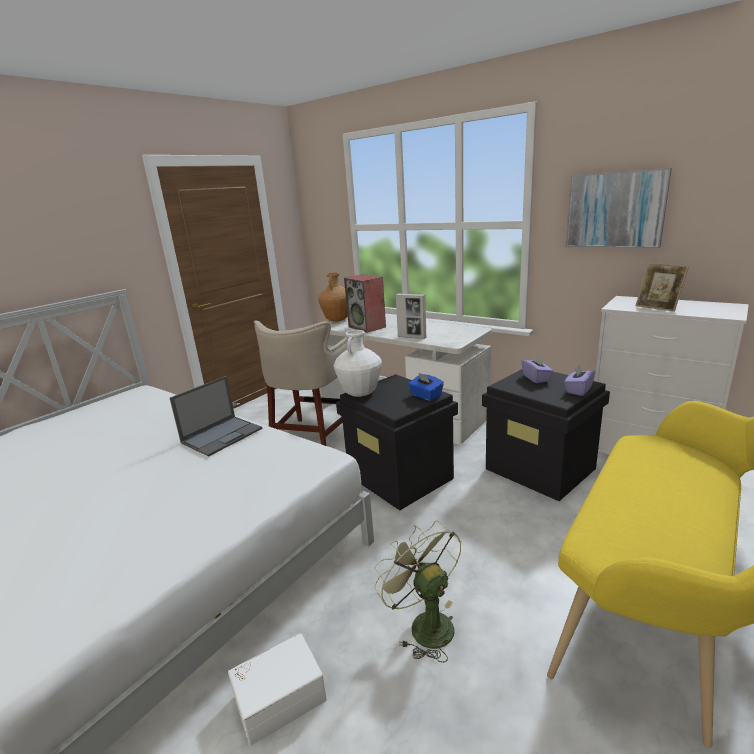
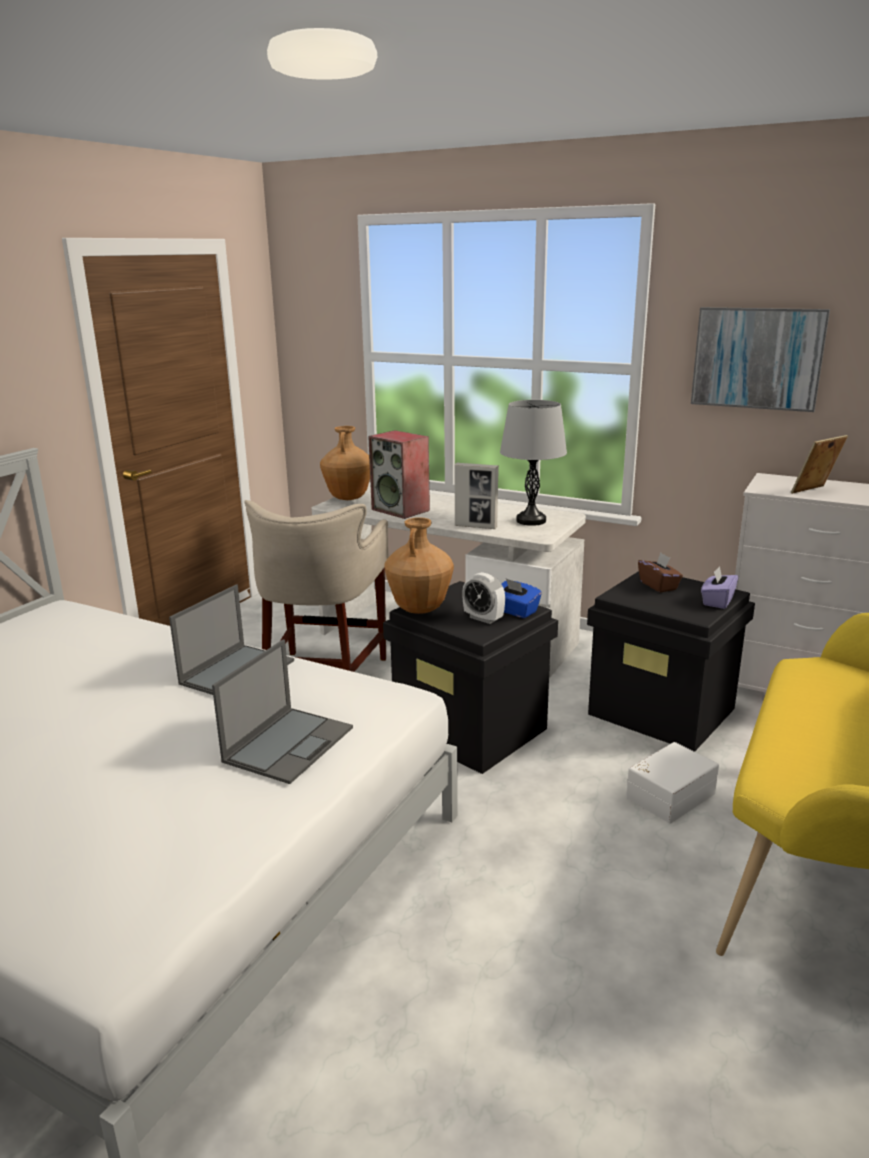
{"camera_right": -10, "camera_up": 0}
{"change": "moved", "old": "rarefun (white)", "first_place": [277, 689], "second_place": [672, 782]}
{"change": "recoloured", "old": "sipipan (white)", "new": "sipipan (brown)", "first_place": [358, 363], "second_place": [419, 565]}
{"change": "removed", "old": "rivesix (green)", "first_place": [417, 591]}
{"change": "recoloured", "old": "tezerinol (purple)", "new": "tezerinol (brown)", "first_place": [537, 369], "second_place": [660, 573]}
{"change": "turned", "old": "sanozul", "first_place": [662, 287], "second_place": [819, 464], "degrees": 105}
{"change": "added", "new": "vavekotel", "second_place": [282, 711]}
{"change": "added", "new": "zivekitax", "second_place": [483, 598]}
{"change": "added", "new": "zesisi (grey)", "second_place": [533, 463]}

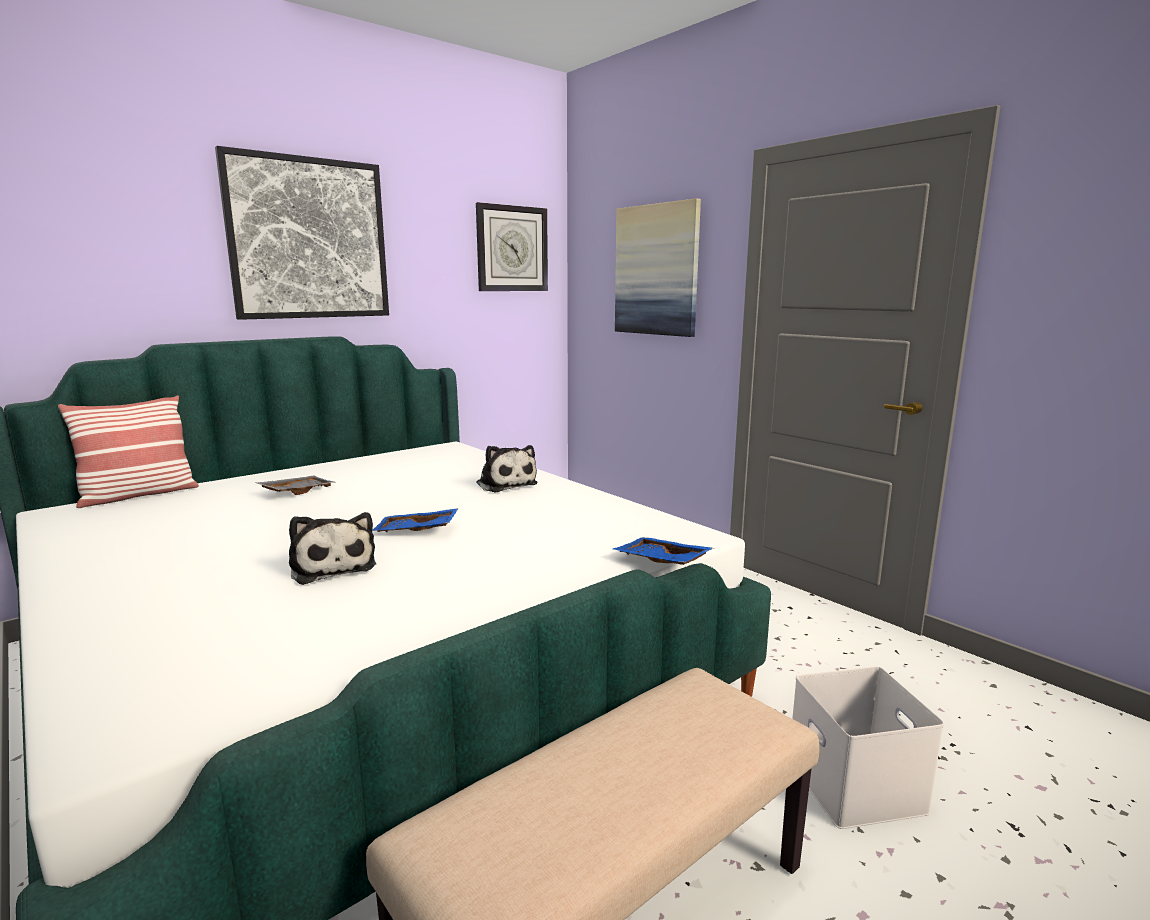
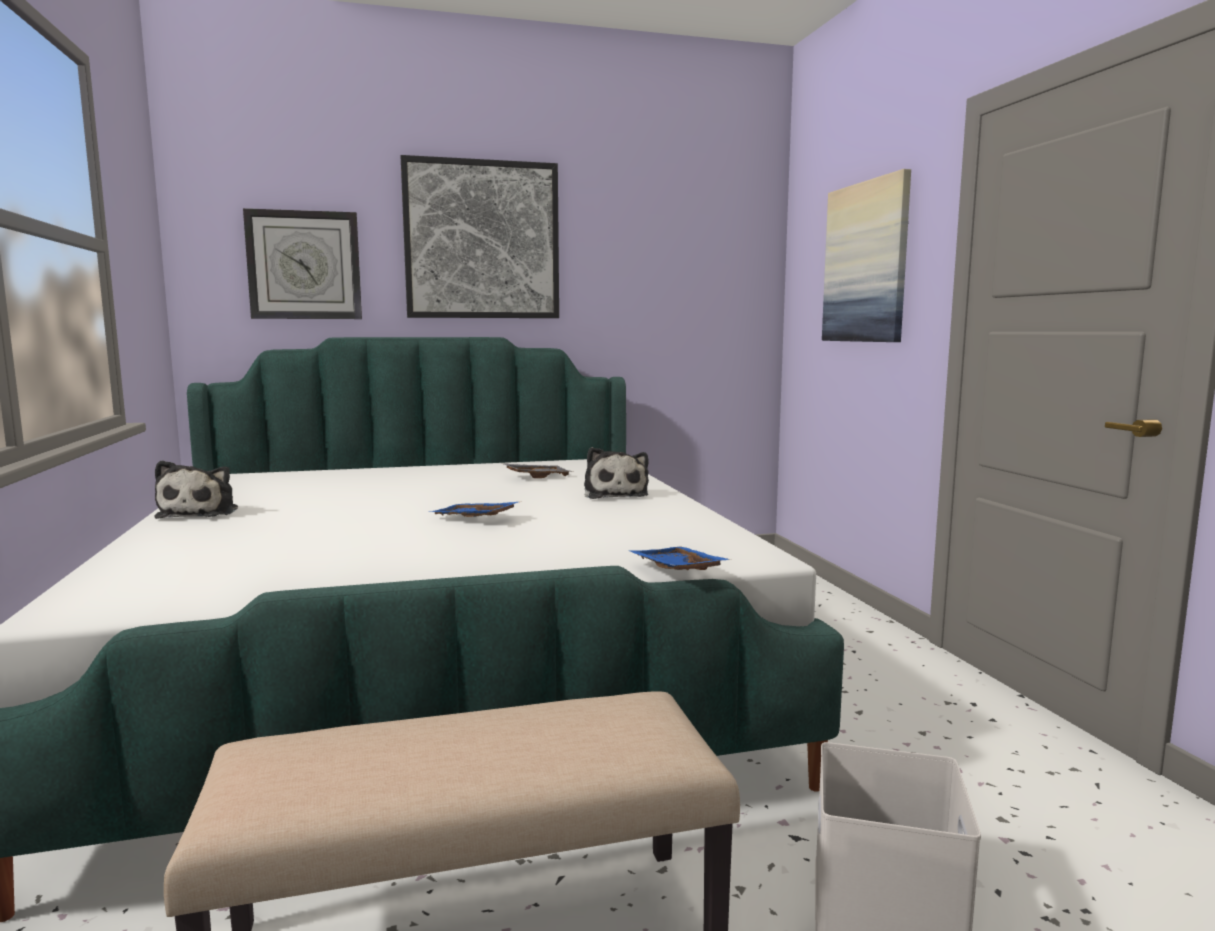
{"camera_right": 25, "camera_up": -5}
{"change": "removed", "old": "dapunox", "first_place": [128, 451]}
{"change": "moved", "old": "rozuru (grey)", "first_place": [296, 485], "second_place": [537, 470]}
{"change": "moved", "old": "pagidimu", "first_place": [332, 548], "second_place": [196, 489]}
{"change": "moved", "old": "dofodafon", "first_place": [512, 246], "second_place": [302, 263]}

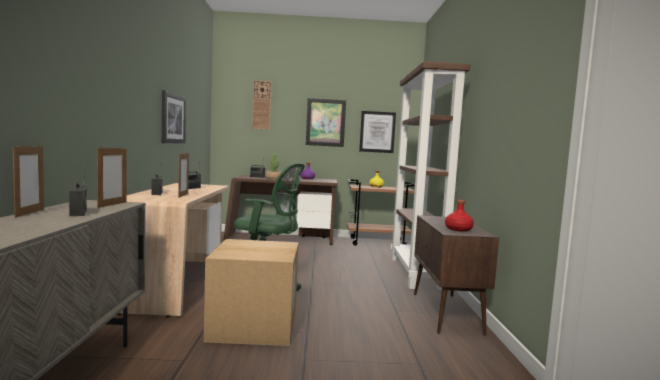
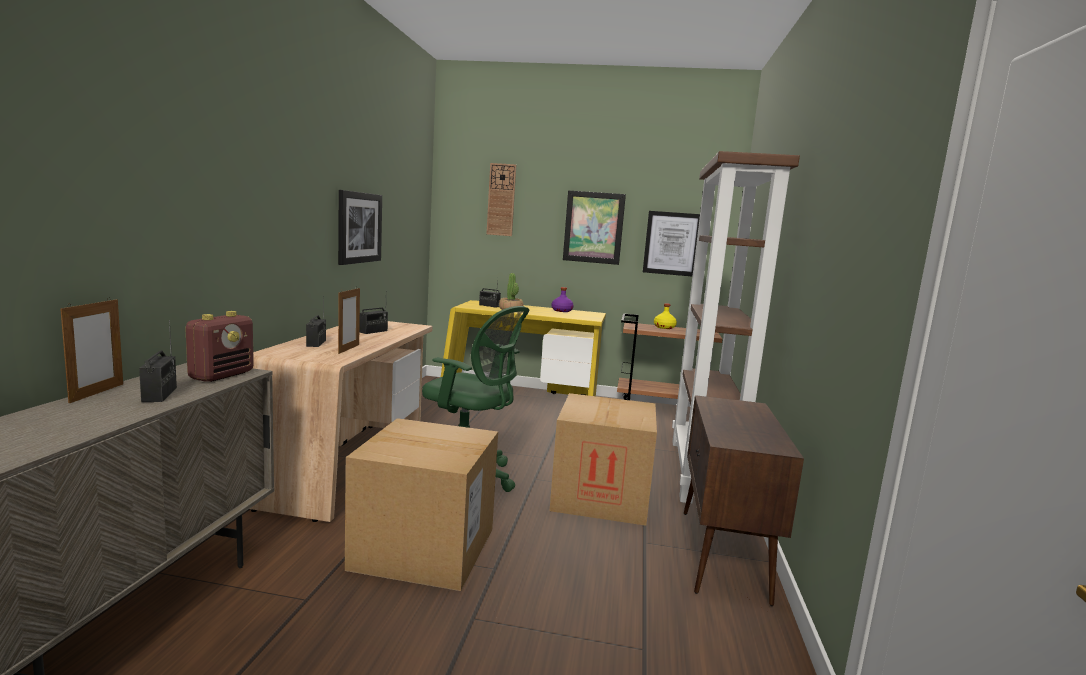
{"camera_right": 10, "camera_up": 5}
{"change": "replaced", "old": "sanozul", "new": "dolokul", "first_place": [112, 178], "second_place": [219, 346]}
{"change": "recoloured", "old": "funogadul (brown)", "new": "funogadul (yellow)", "first_place": [280, 210], "second_place": [523, 348]}
{"change": "removed", "old": "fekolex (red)", "first_place": [459, 216]}
{"change": "added", "new": "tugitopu", "second_place": [603, 459]}

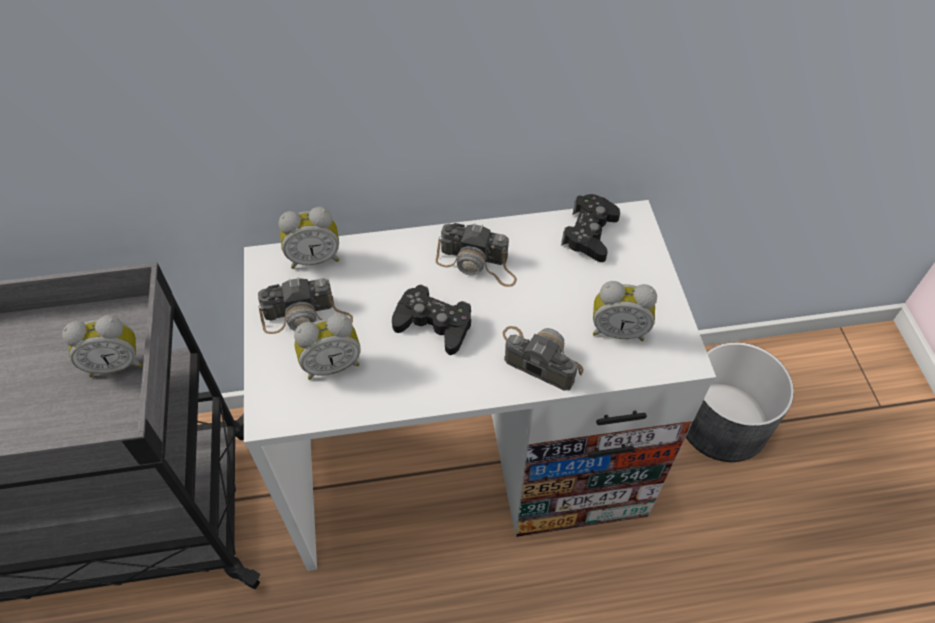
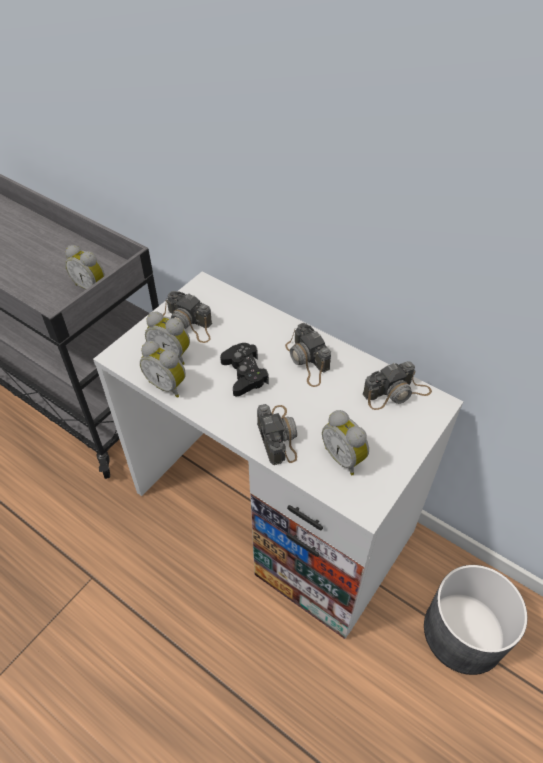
{"camera_right": 45, "camera_up": -5}
{"change": "moved", "old": "zivekitax", "first_place": [309, 238], "second_place": [163, 369]}
{"change": "replaced", "old": "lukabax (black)", "new": "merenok", "first_place": [590, 228], "second_place": [397, 385]}

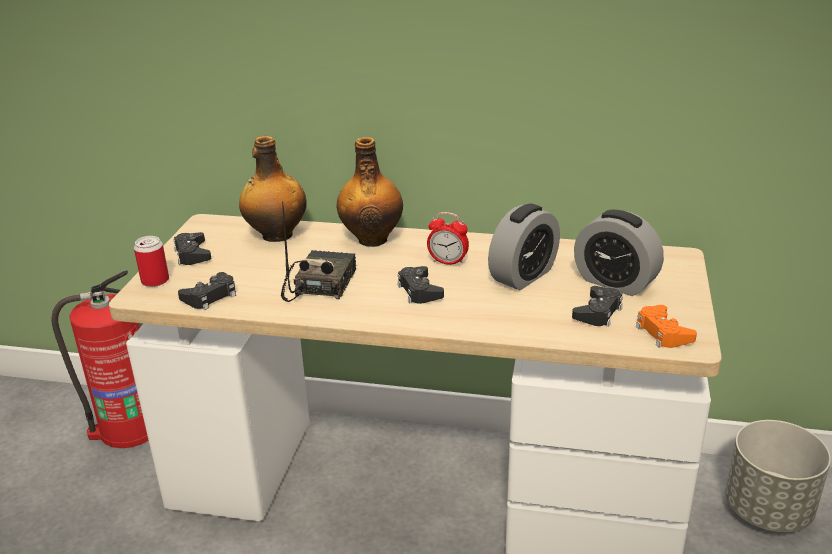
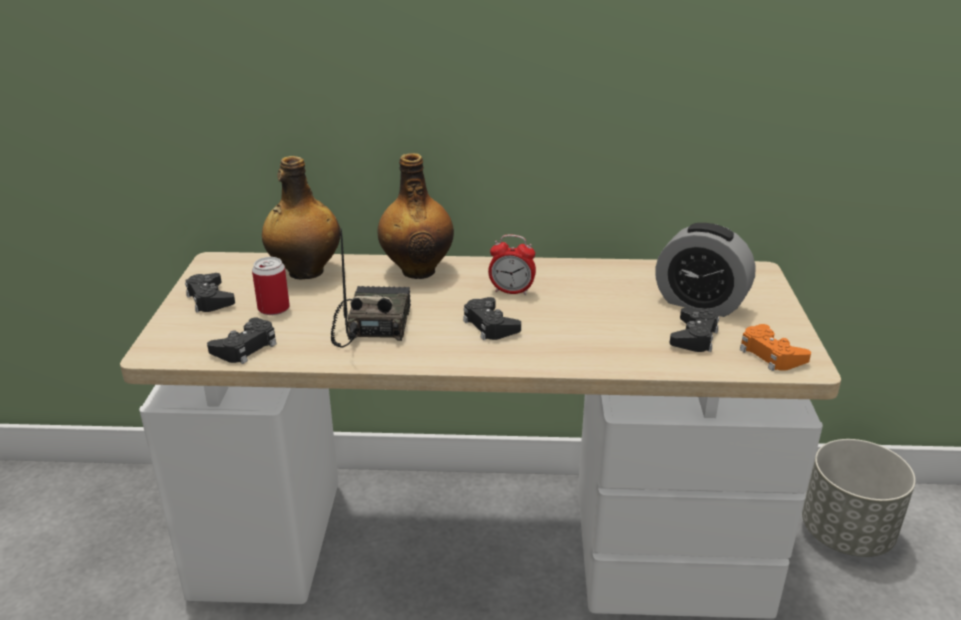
{"camera_right": -10, "camera_up": 0}
{"change": "removed", "old": "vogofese", "first_place": [100, 359]}
{"change": "moved", "old": "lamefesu", "first_place": [151, 261], "second_place": [271, 286]}
{"change": "removed", "old": "zivekitax", "first_place": [524, 247]}

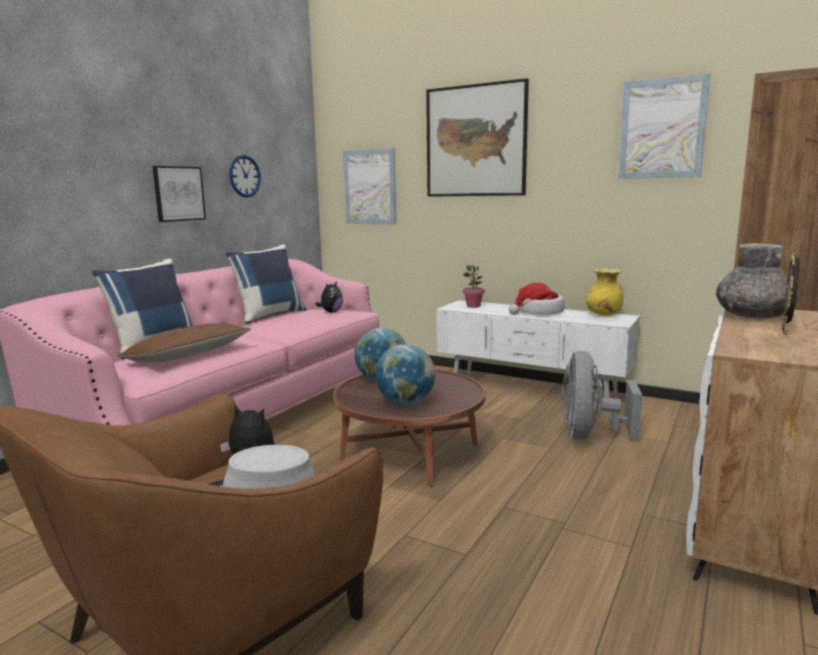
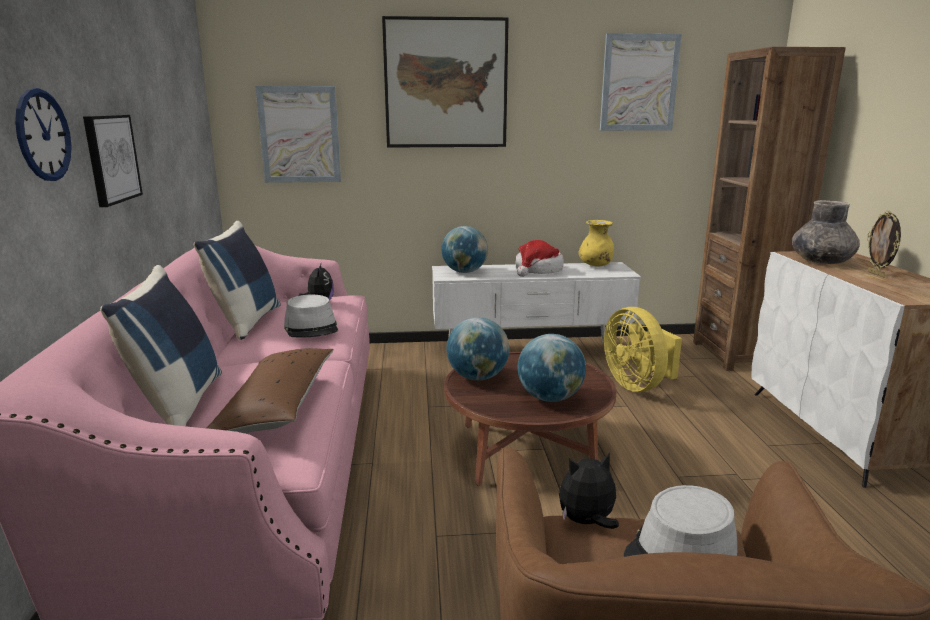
{"camera_right": -35, "camera_up": 5}
{"change": "moved", "old": "dofodafon", "first_place": [245, 176], "second_place": [43, 134]}
{"change": "replaced", "old": "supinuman", "new": "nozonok", "first_place": [474, 286], "second_place": [464, 249]}
{"change": "recoloured", "old": "rivesix (grey)", "new": "rivesix (yellow)", "first_place": [601, 395], "second_place": [643, 349]}
{"change": "added", "new": "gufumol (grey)", "second_place": [311, 316]}

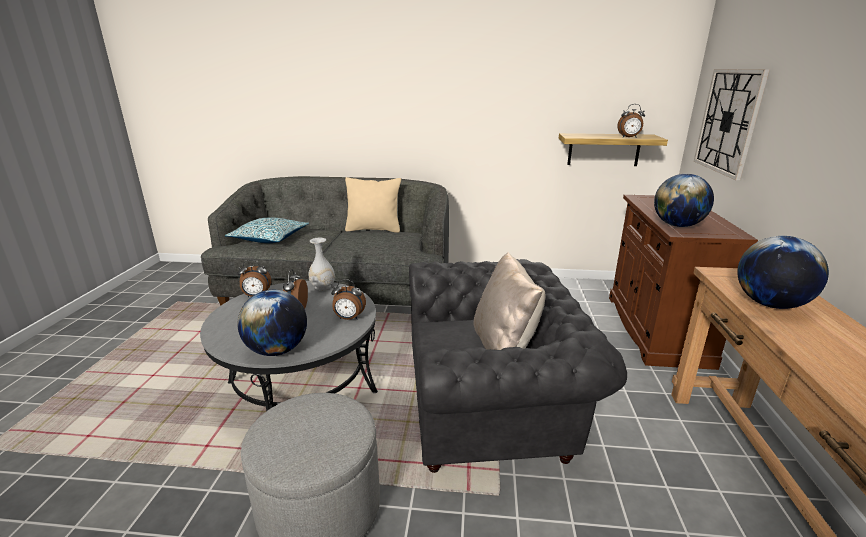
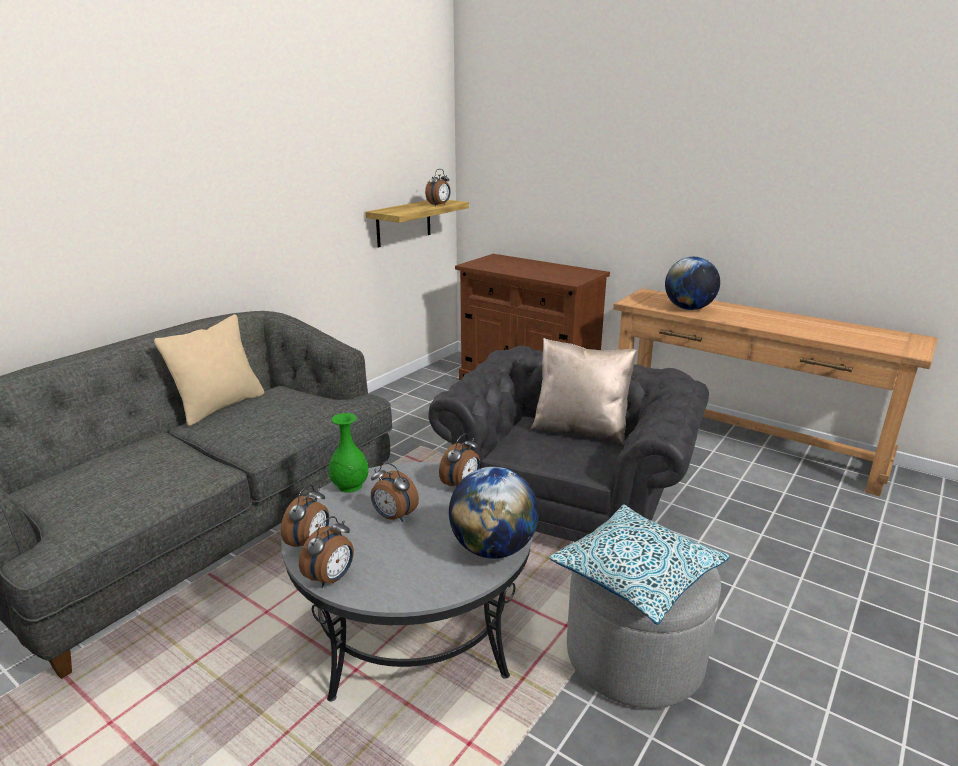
{"camera_right": -60, "camera_up": 0}
{"change": "moved", "old": "dapunox", "first_place": [267, 230], "second_place": [639, 565]}
{"change": "recoloured", "old": "sipipan (white)", "new": "sipipan (green)", "first_place": [321, 264], "second_place": [349, 453]}
{"change": "removed", "old": "nozonok", "first_place": [684, 200]}
{"change": "removed", "old": "dofodafon", "first_place": [732, 124]}
{"change": "added", "new": "zivekitax", "second_place": [326, 552]}

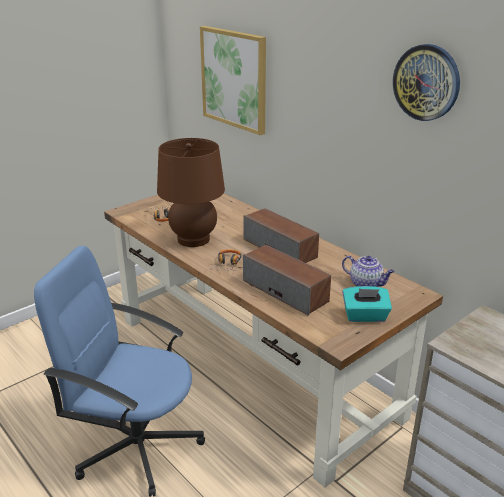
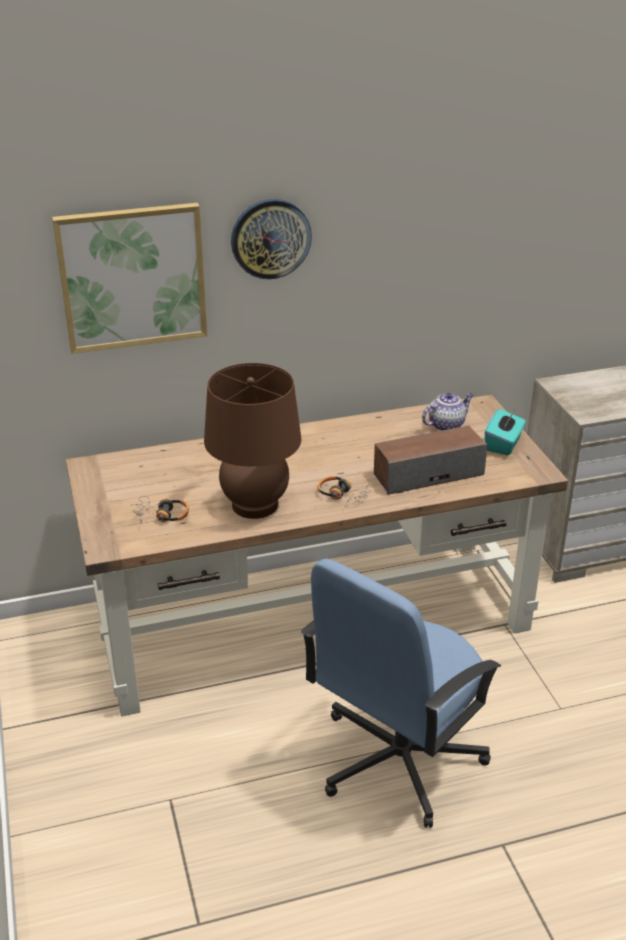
{"camera_right": -65, "camera_up": 5}
{"change": "removed", "old": "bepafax", "first_place": [281, 235]}
{"change": "moved", "old": "dofodafon", "first_place": [426, 82], "second_place": [271, 239]}

